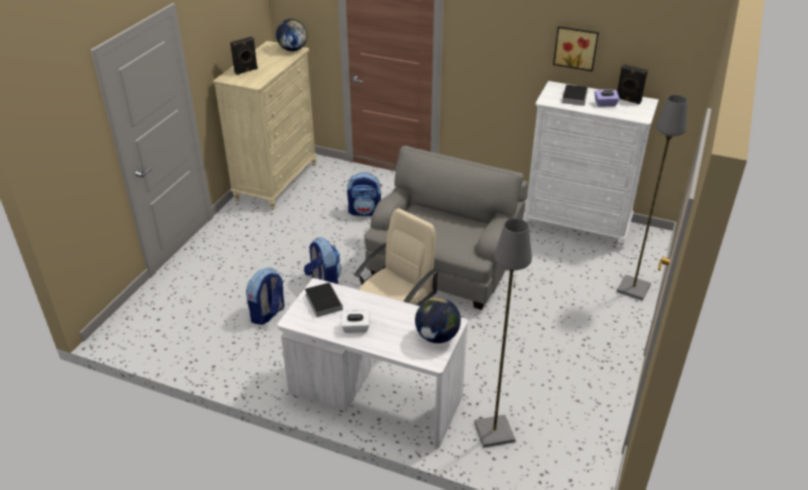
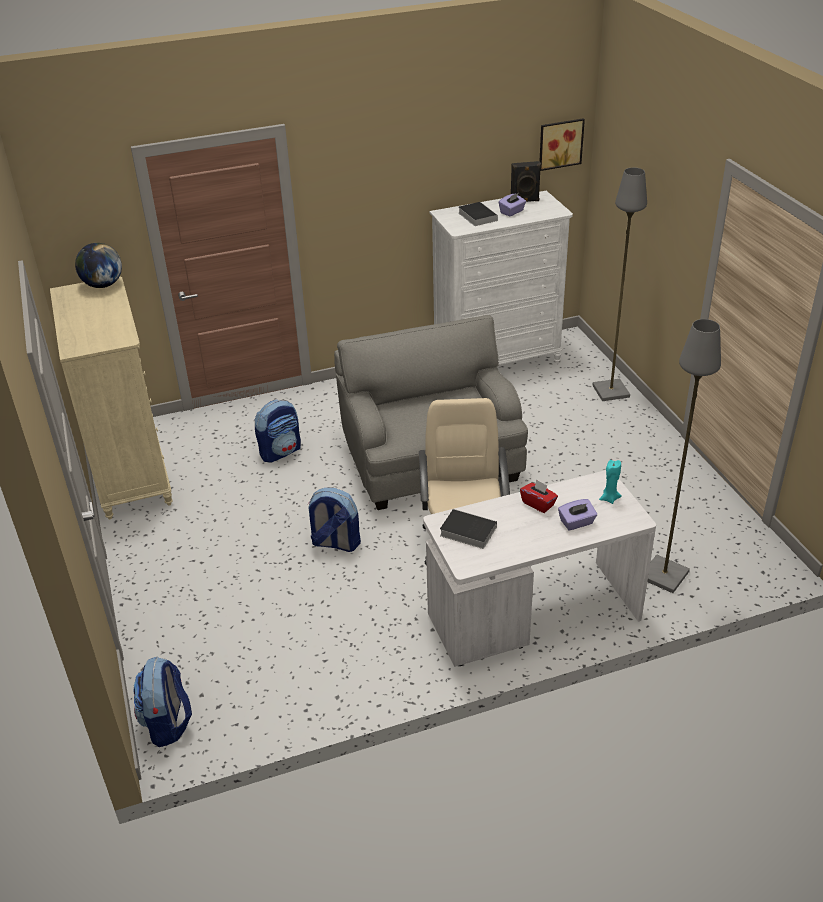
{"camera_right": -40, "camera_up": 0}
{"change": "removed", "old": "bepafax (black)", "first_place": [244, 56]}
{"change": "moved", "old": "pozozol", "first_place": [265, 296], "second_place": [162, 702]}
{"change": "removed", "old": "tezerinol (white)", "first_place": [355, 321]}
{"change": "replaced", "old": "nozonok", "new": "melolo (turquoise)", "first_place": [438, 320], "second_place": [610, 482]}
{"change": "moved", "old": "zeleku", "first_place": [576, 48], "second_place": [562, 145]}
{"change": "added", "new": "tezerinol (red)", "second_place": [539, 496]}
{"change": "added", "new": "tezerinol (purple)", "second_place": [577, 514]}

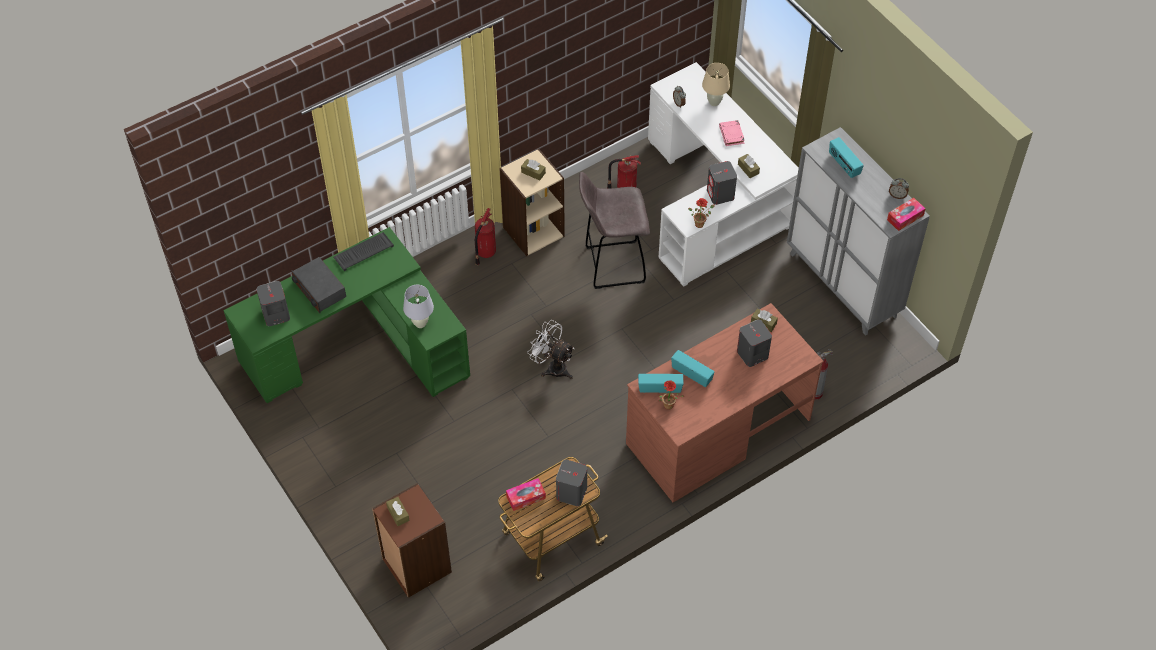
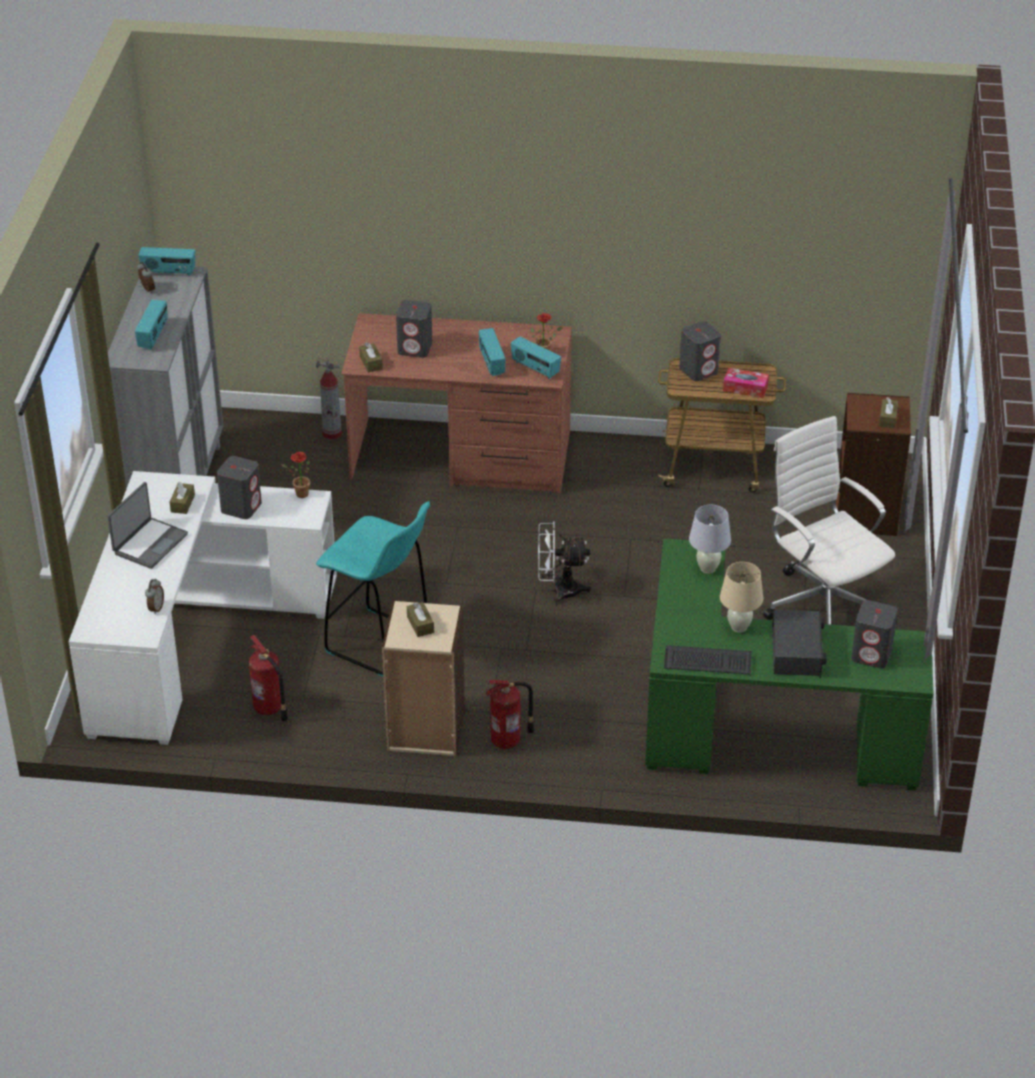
{"camera_right": -140, "camera_up": -15}
{"change": "turned", "old": "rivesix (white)", "first_place": [550, 349], "second_place": [565, 563], "degrees": 105}
{"change": "recoloured", "old": "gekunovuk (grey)", "new": "gekunovuk (turquoise)", "first_place": [614, 230], "second_place": [373, 589]}
{"change": "moved", "old": "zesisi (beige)", "first_place": [716, 84], "second_place": [741, 597]}
{"change": "replaced", "old": "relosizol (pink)", "new": "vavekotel", "first_place": [732, 133], "second_place": [147, 525]}
{"change": "replaced", "old": "tezerinol", "new": "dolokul", "first_place": [906, 214], "second_place": [166, 261]}
{"change": "added", "new": "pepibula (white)", "second_place": [829, 520]}

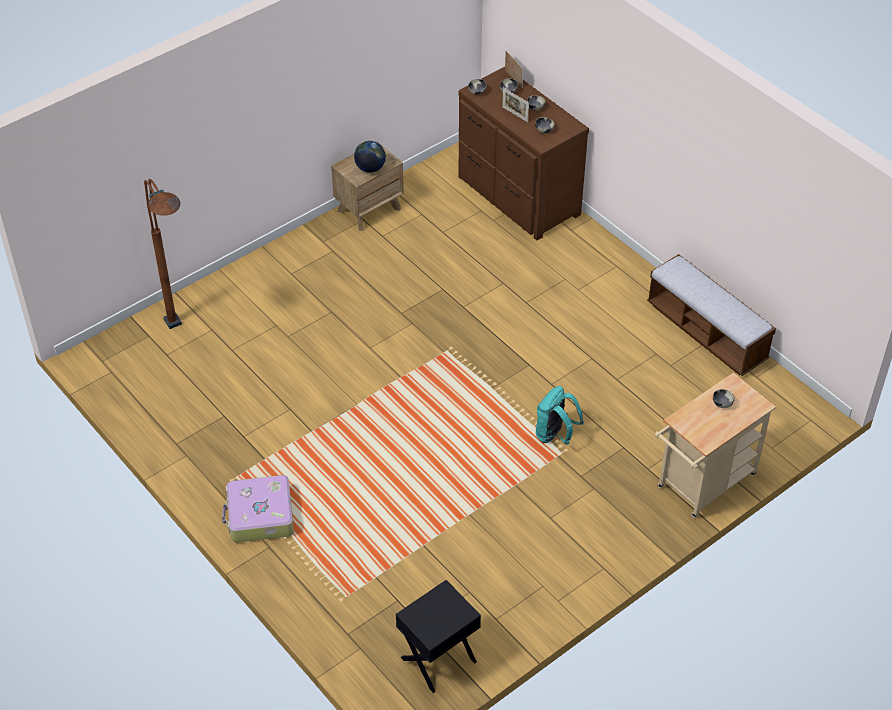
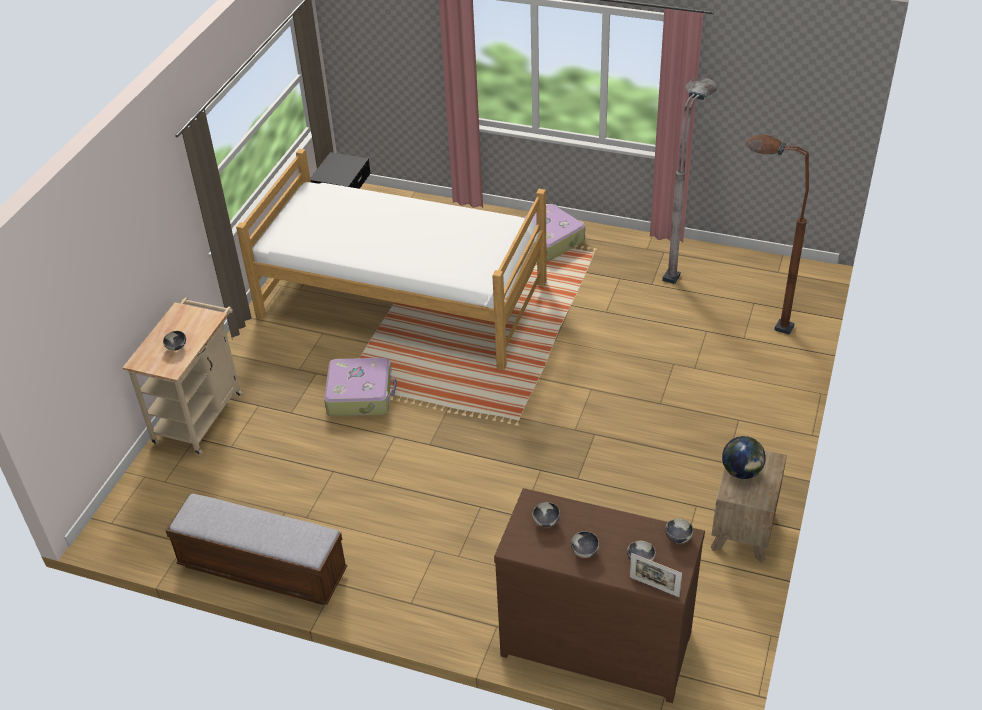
{"camera_right": 150, "camera_up": -5}
{"change": "removed", "old": "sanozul", "first_place": [515, 105]}
{"change": "replaced", "old": "pozozol (turquoise)", "new": "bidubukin", "first_place": [560, 415], "second_place": [360, 387]}
{"change": "added", "new": "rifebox", "second_place": [391, 259]}
{"change": "added", "new": "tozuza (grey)", "second_place": [690, 181]}

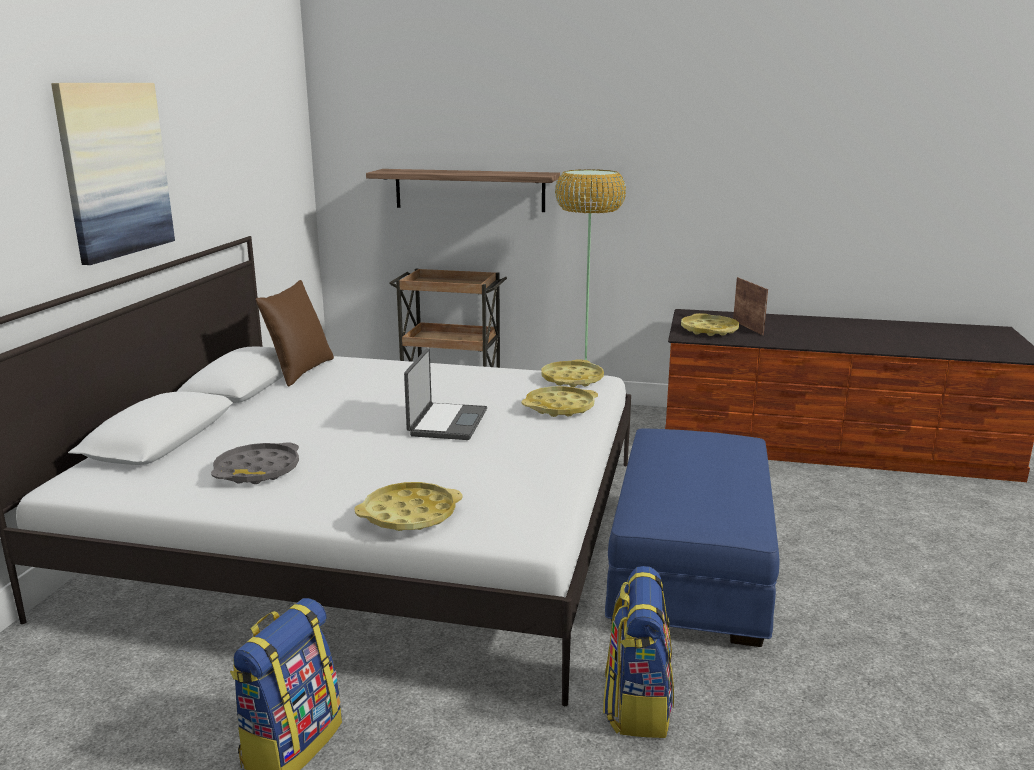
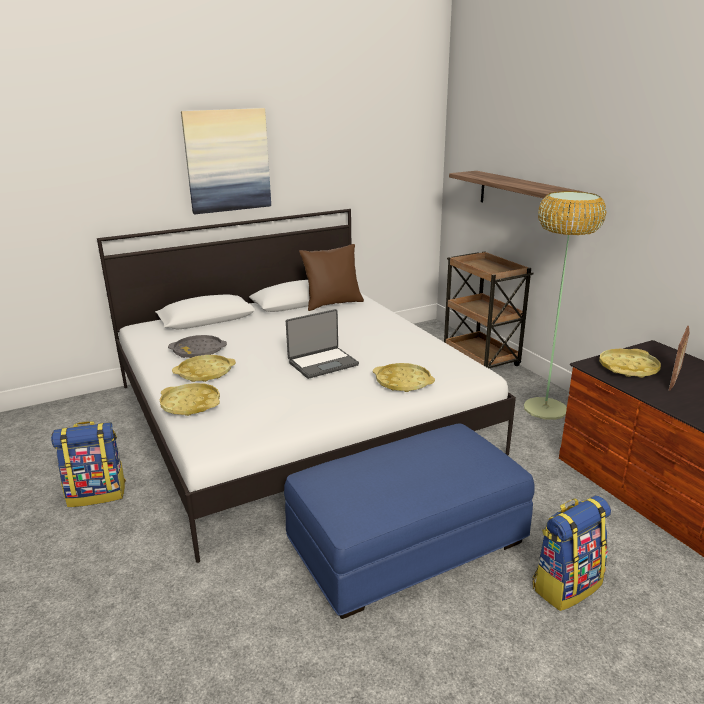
{"camera_right": 50, "camera_up": 5}
{"change": "moved", "old": "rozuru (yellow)", "first_place": [572, 373], "second_place": [204, 368]}
{"change": "moved", "old": "pozozol", "first_place": [638, 652], "second_place": [571, 553]}

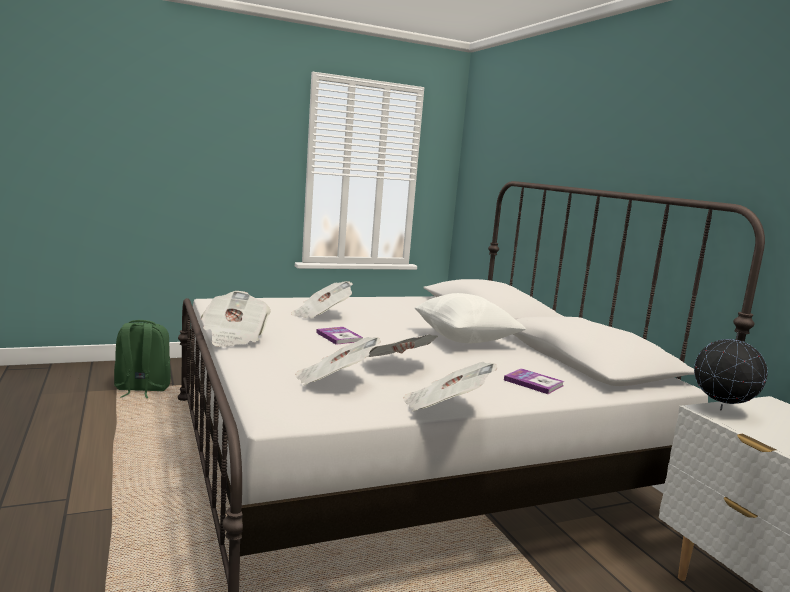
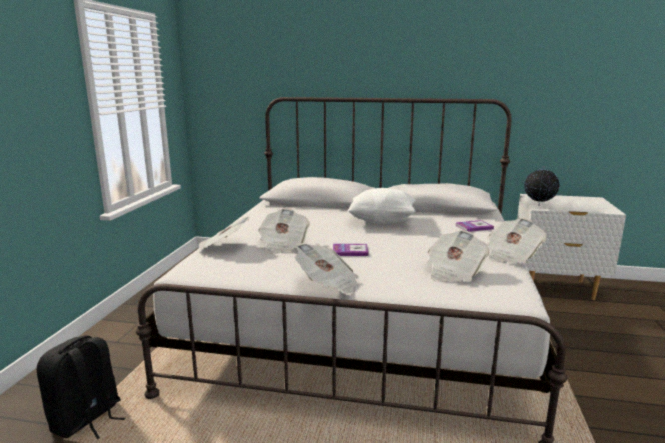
{"camera_right": -55, "camera_up": 5}
{"change": "recoloured", "old": "pozozol (green)", "new": "pozozol (black)", "first_place": [142, 359], "second_place": [81, 387]}
{"change": "moved", "old": "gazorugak", "first_place": [403, 346], "second_place": [224, 234]}

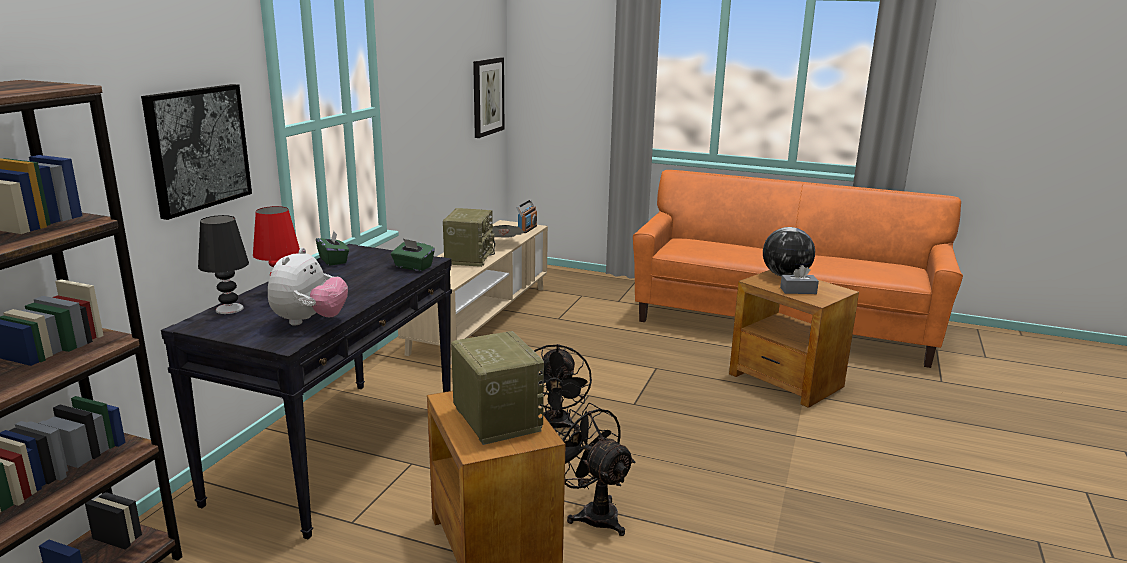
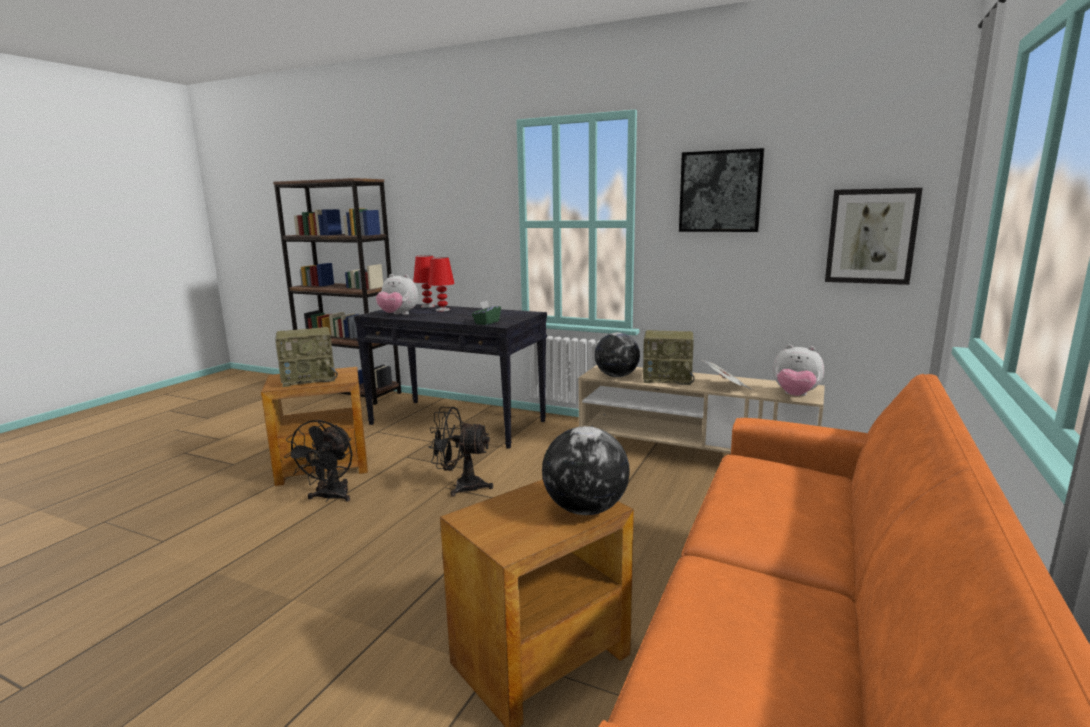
{"camera_right": 95, "camera_up": -5}
{"change": "moved", "old": "zeleku", "first_place": [196, 152], "second_place": [721, 190]}
{"change": "recoloured", "old": "zesisi (black)", "new": "zesisi (red)", "first_place": [223, 264], "second_place": [424, 281]}
{"change": "removed", "old": "tezerinol (green)", "first_place": [332, 248]}
{"change": "replaced", "old": "dolokul", "new": "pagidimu", "first_place": [526, 216], "second_place": [798, 370]}
{"change": "turned", "old": "rivesix (black)", "first_place": [594, 469], "second_place": [318, 461], "degrees": 135}
{"change": "removed", "old": "tezerinol (grey)", "first_place": [799, 279]}
{"change": "added", "new": "nozonok", "second_place": [617, 354]}

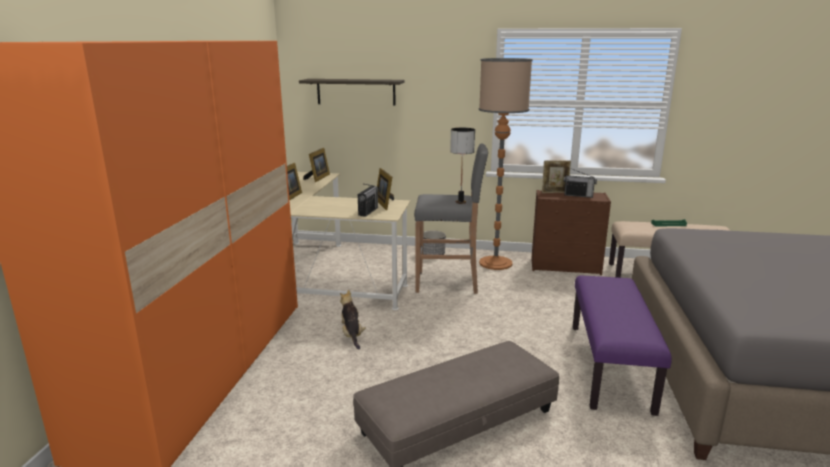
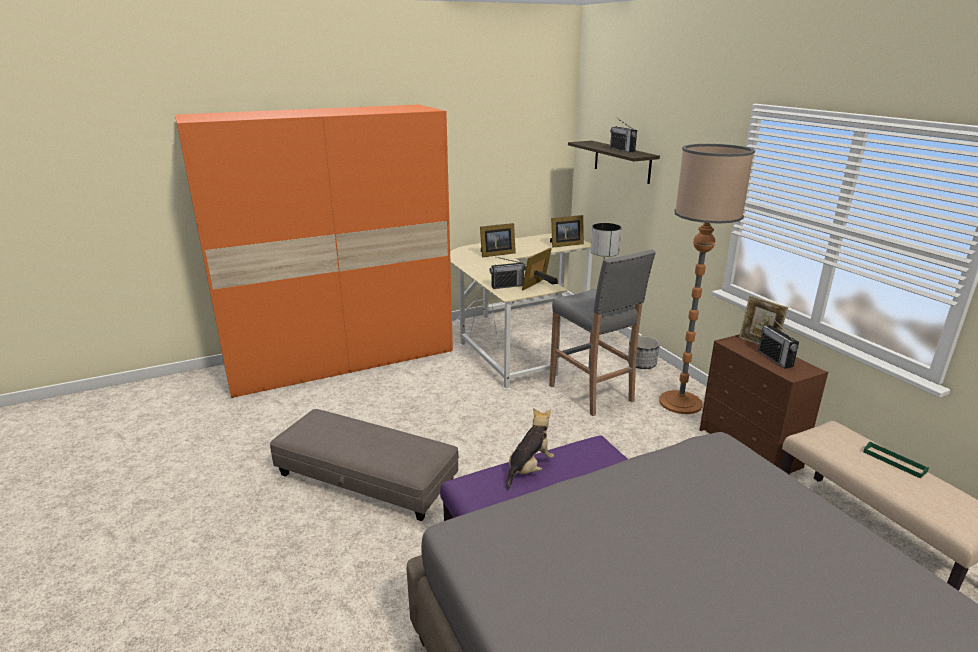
{"camera_right": 55, "camera_up": 5}
{"change": "moved", "old": "pagidimu", "first_place": [353, 320], "second_place": [530, 449]}
{"change": "added", "new": "dolokul", "second_place": [623, 135]}

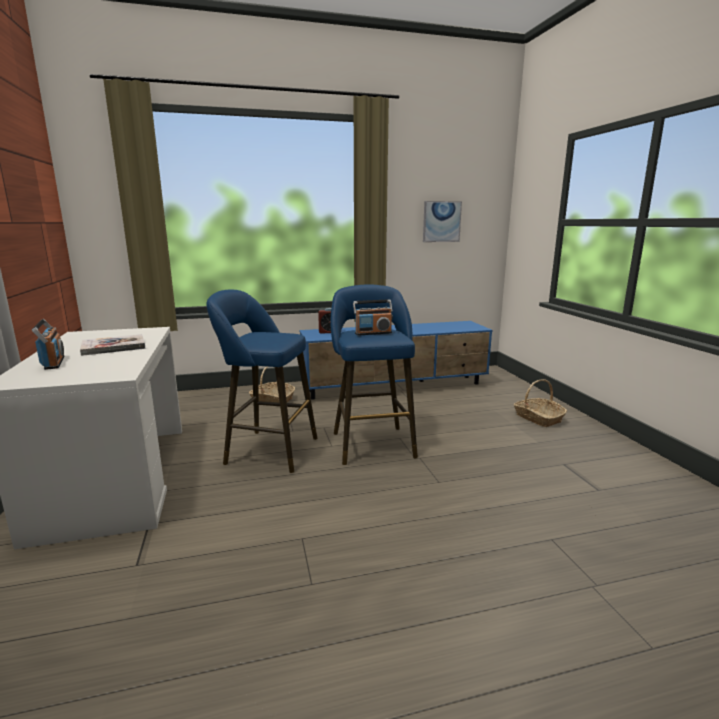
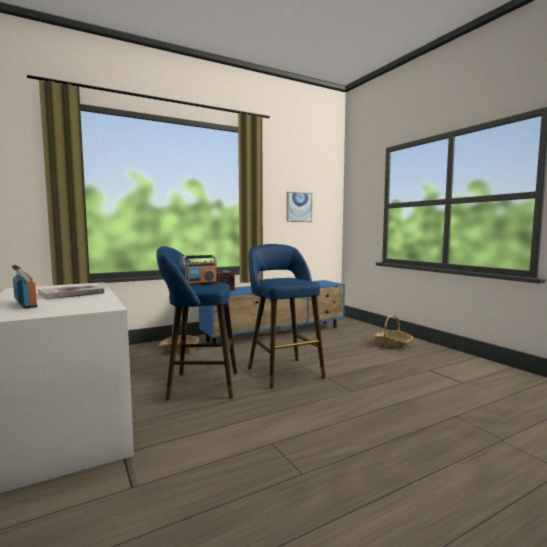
{"camera_right": -15, "camera_up": -10}
{"change": "moved", "old": "dolokul", "first_place": [373, 318], "second_place": [199, 270]}

